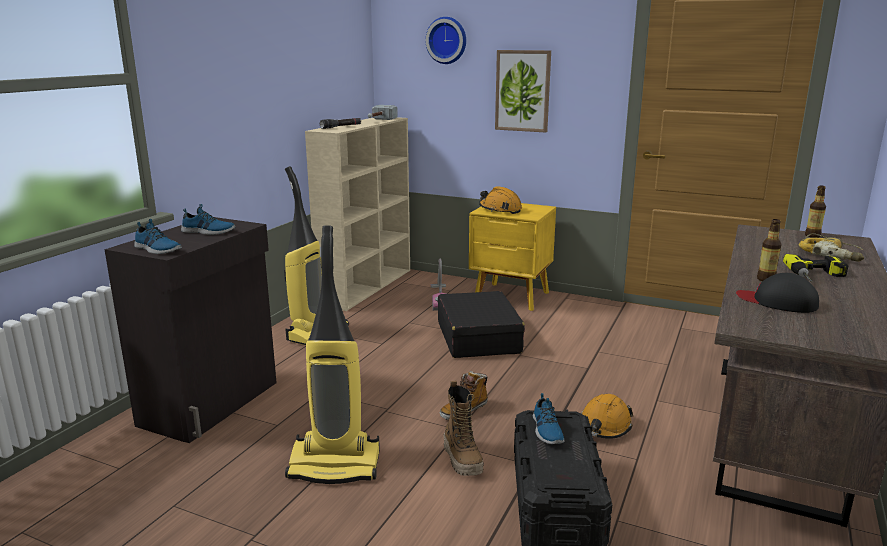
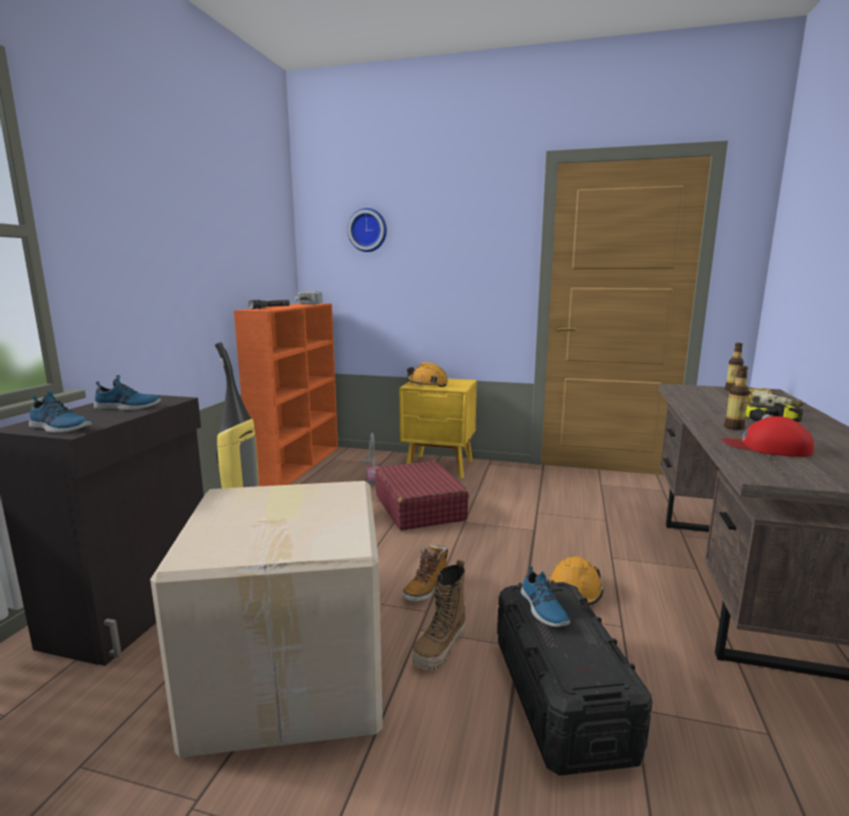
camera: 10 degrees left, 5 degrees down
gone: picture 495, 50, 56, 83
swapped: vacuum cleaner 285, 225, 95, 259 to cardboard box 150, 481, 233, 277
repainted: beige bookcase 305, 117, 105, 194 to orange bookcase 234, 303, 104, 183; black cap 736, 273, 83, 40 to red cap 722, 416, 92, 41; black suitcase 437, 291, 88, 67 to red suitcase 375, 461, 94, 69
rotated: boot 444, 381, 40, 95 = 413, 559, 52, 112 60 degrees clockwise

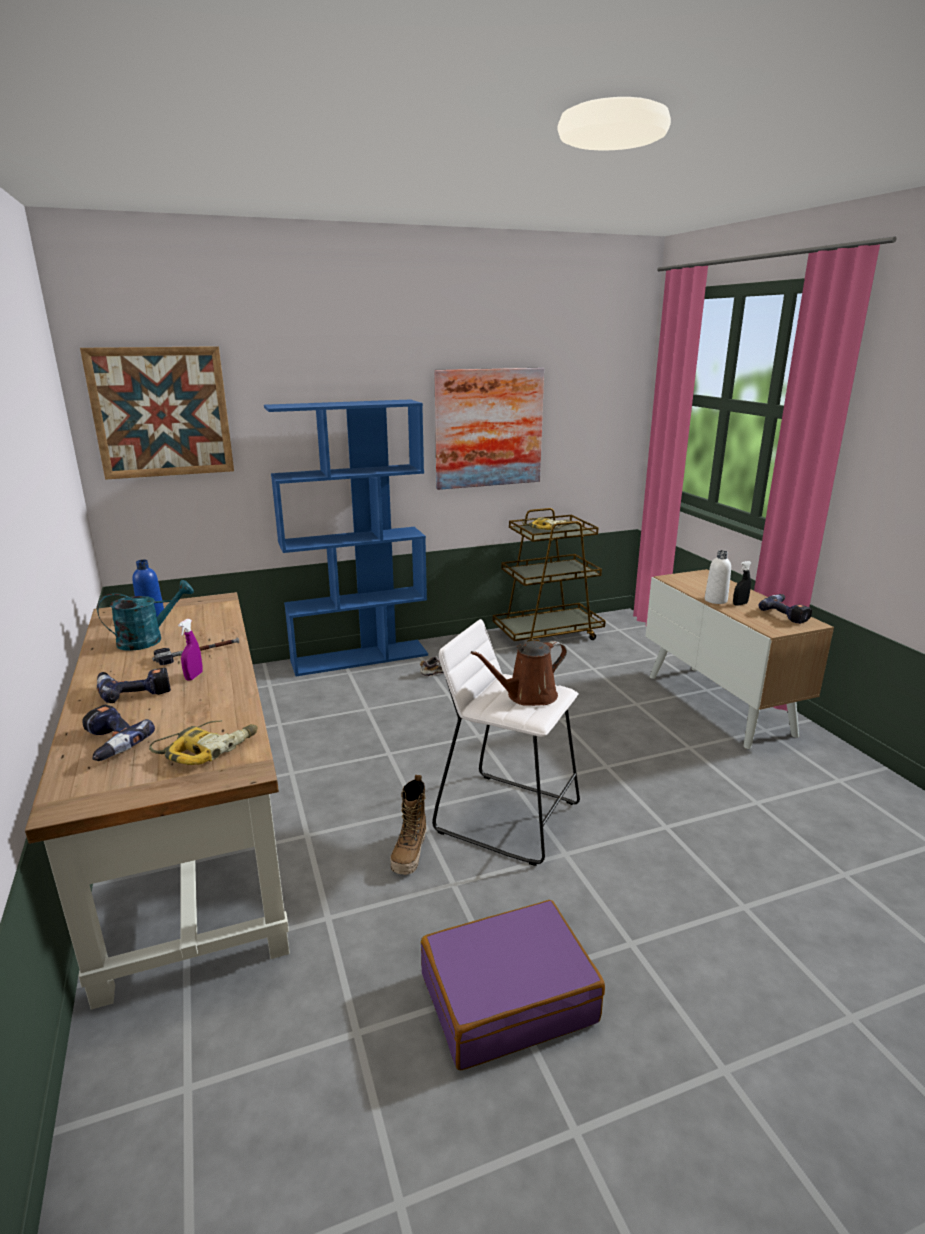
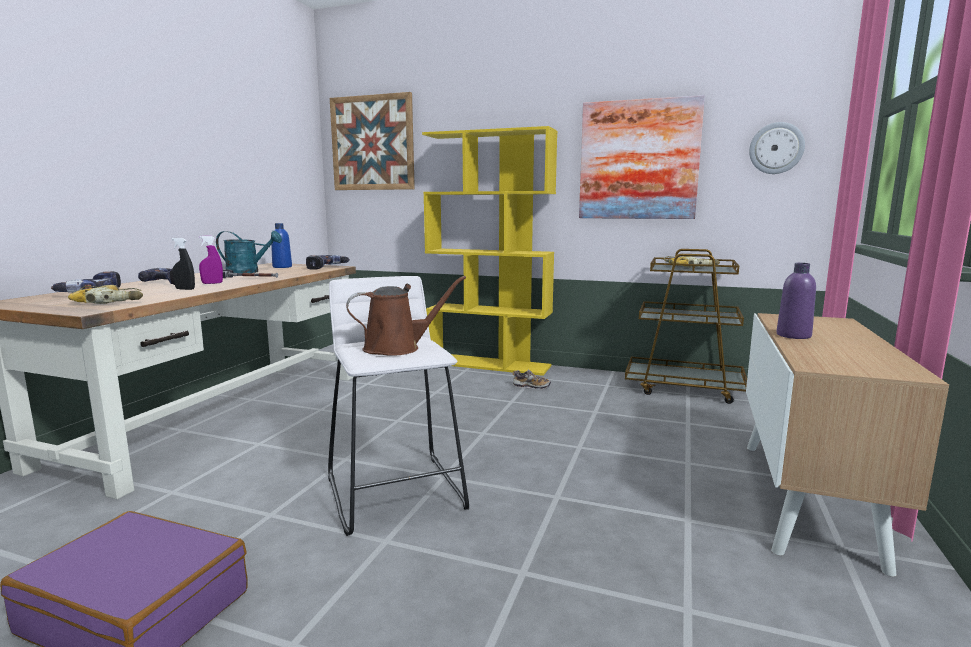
camera: 40 degrees right, 10 degrees down
gone: boot 390, 775, 36, 100
new: wall clock 749, 122, 56, 52
shifted: black spray bottle 733, 561, 19, 45 to 171, 238, 24, 52; power drill 759, 594, 53, 30 to 306, 255, 44, 15
repainted: blue bookcase 264, 399, 164, 277 to yellow bookcase 422, 126, 135, 250; white bottle 705, 550, 26, 54 to purple bottle 776, 263, 40, 76
rotated: brown watering can 471, 641, 96, 65 = 346, 276, 120, 80 150 degrees clockwise

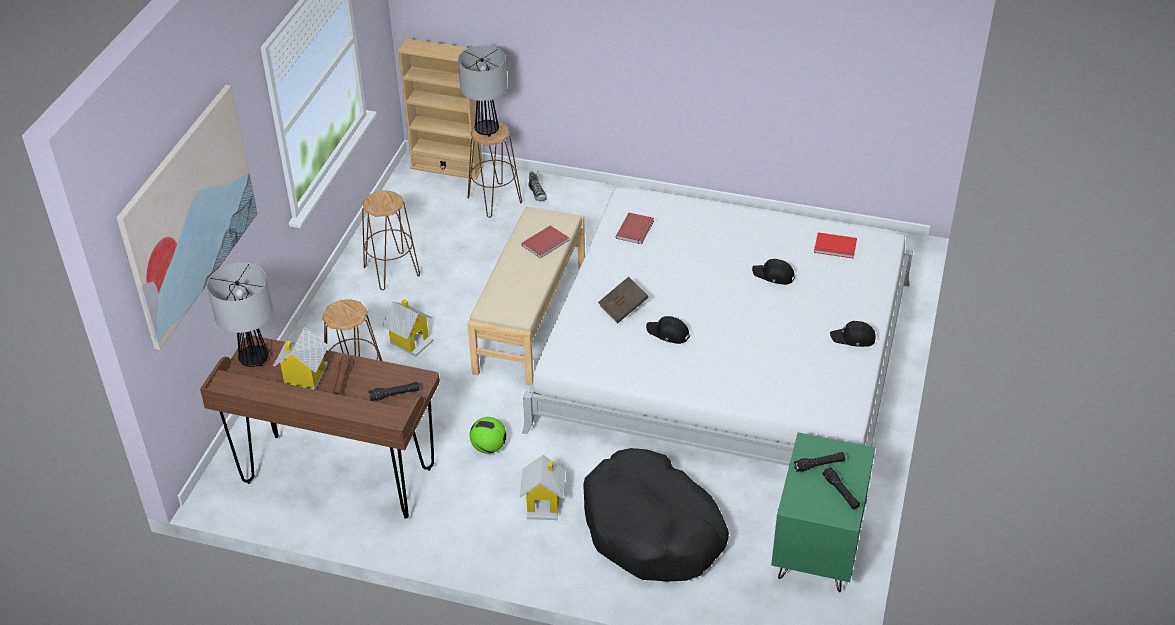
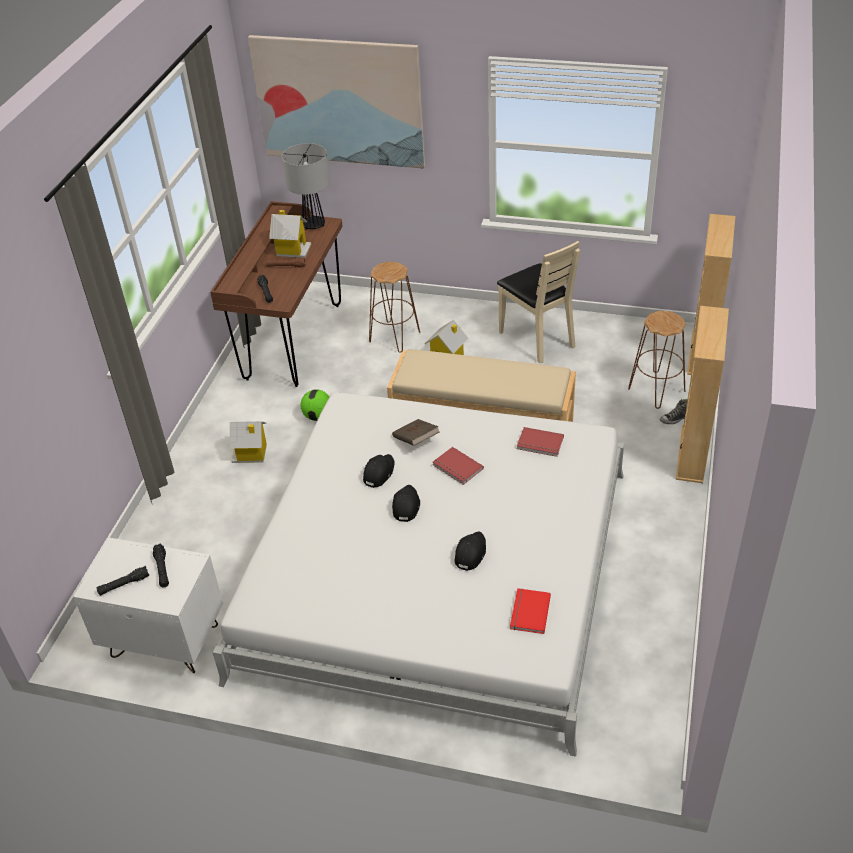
camera: 90 degrees right, 0 degrees up
gone: table lamp 458, 45, 50, 92; black dog bed 583, 448, 146, 134
new: beige bookcase 676, 306, 53, 177
shifted: red book 522, 225, 47, 33 to 433, 447, 51, 38; black cap 830, 321, 46, 26 to 392, 485, 28, 37
swapped: brown stool 362, 190, 58, 100 to beige chair 497, 241, 83, 122
repainted: green nightstand 771, 432, 104, 160 to white nightstand 73, 538, 150, 135

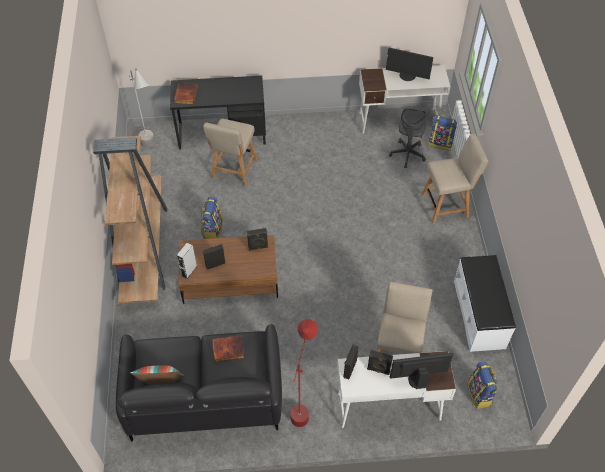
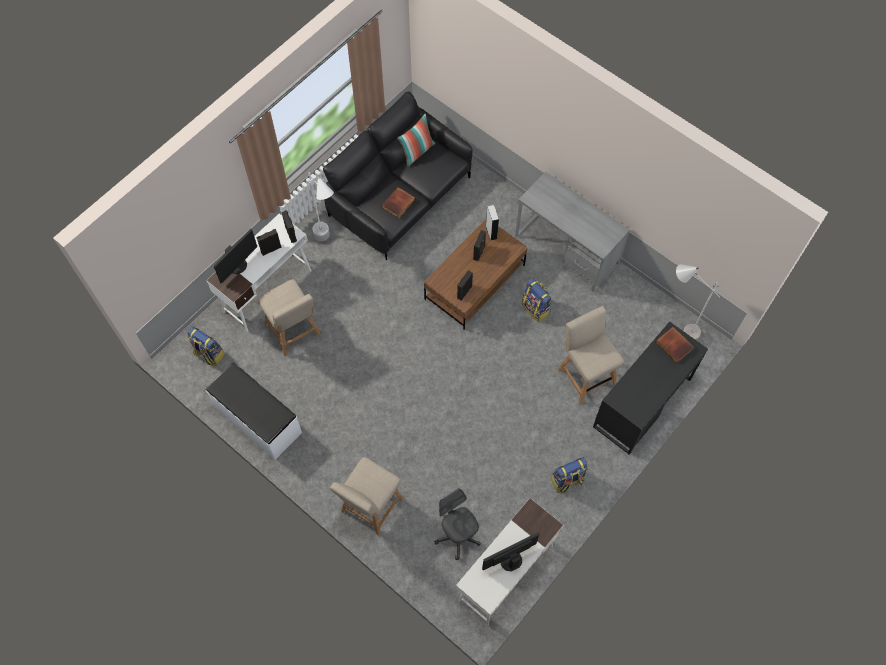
camera: 135 degrees right, 10 degrees up
shifted: backpack 428, 115, 29, 36 to 551, 457, 37, 36
swapped: brown bookcase 93, 136, 74, 168 to grey desk 515, 172, 115, 120
repainted: red floor lamp 290, 319, 28, 108 to white floor lamp 307, 172, 27, 69

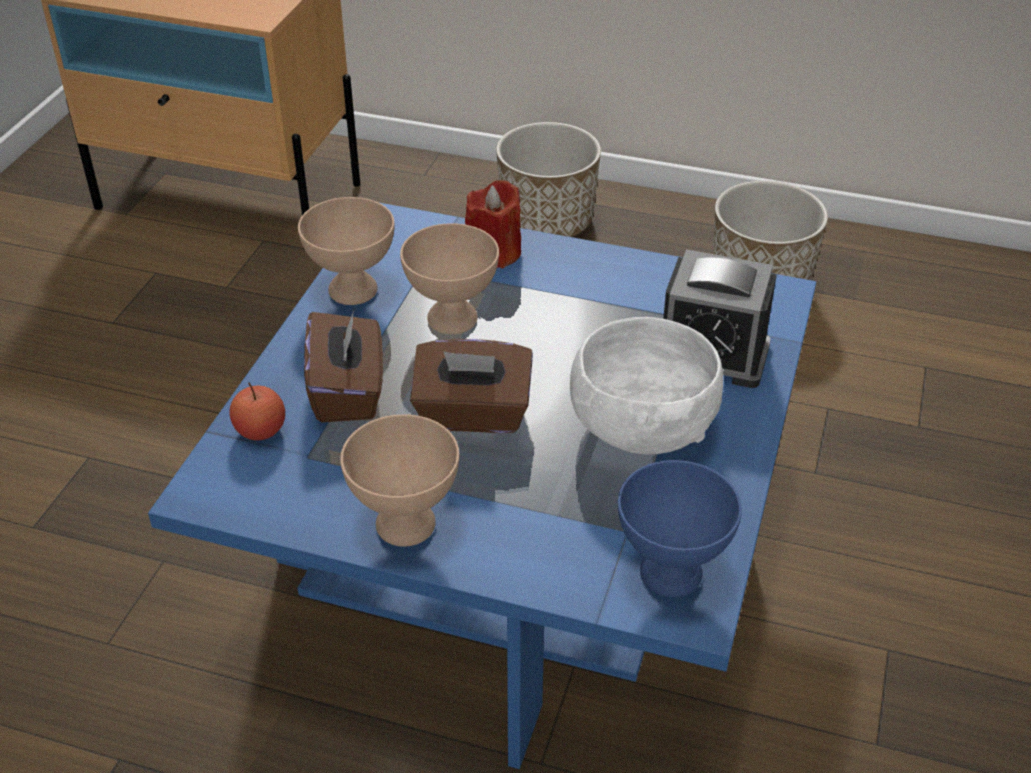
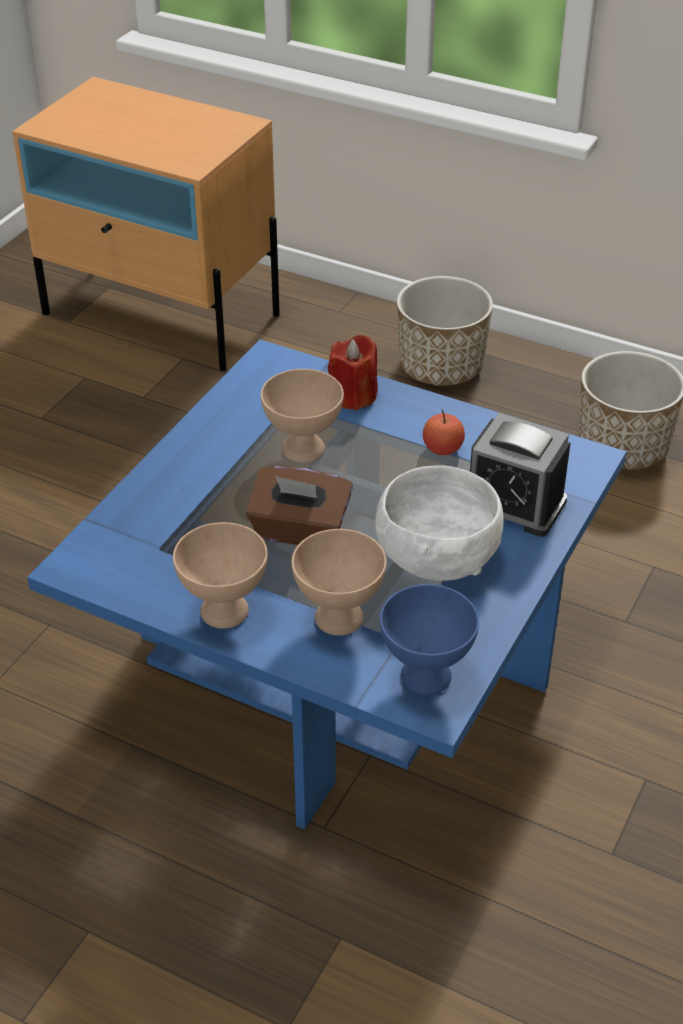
camera: 10 degrees right, 0 degrees up
gone: brown tissue box 304, 308, 79, 114
shifted: beige bowl 298, 197, 97, 108 to 292, 529, 95, 107; apple 229, 382, 56, 59 to 423, 409, 42, 46

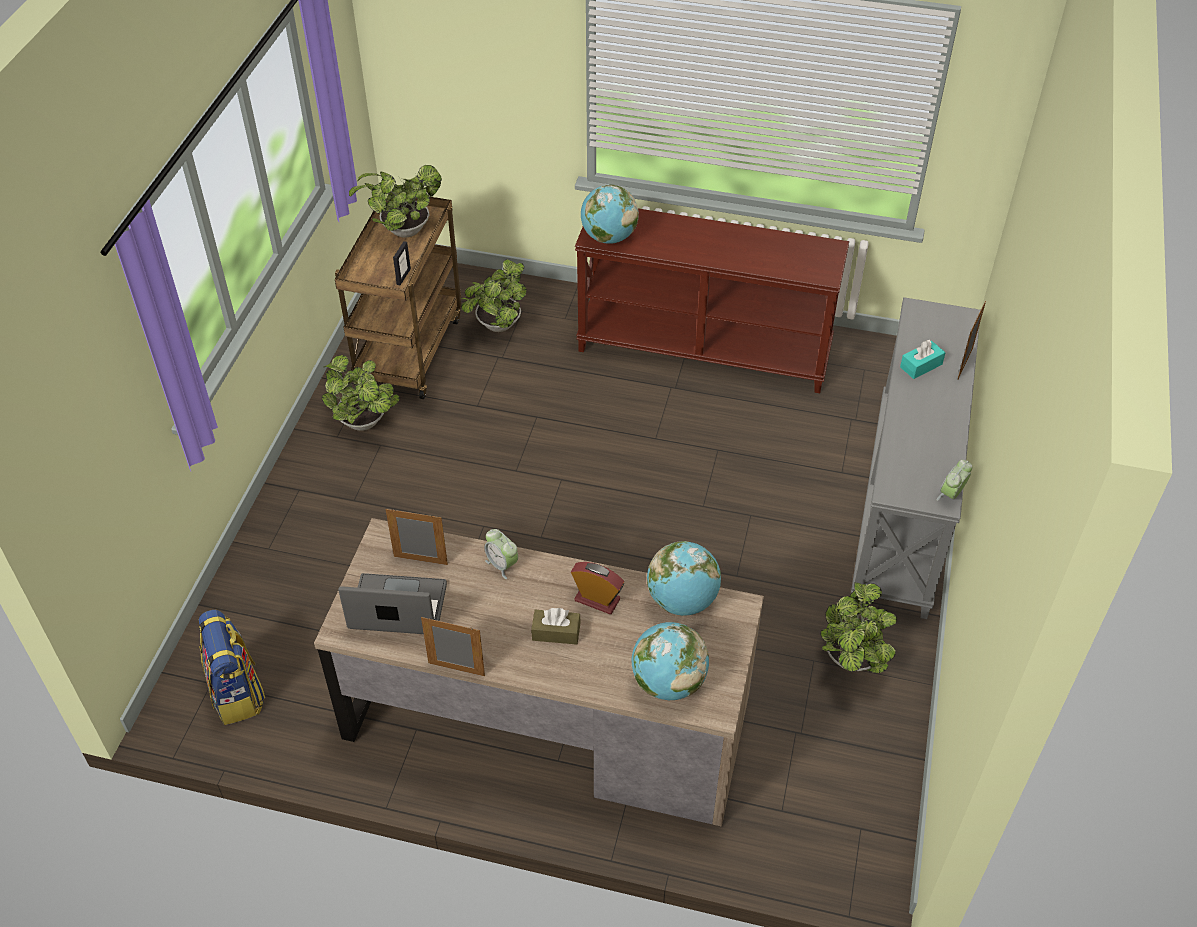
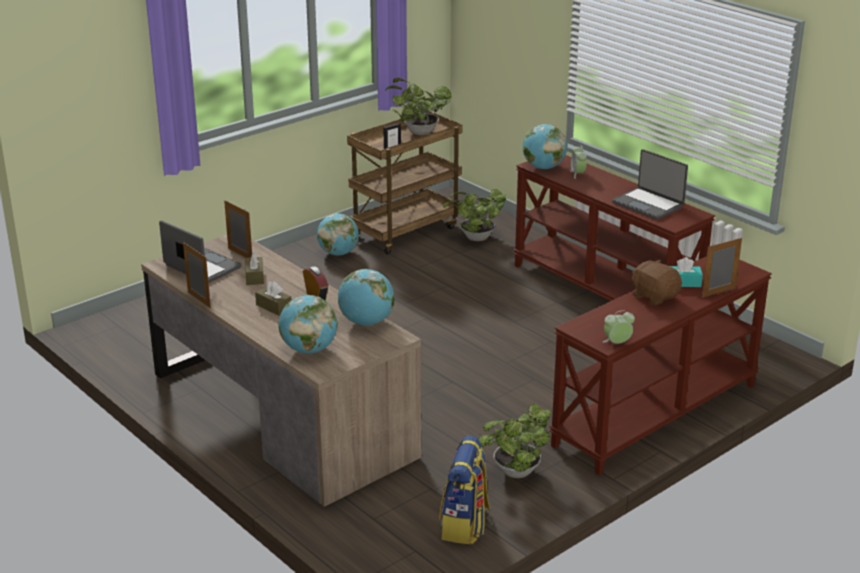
camera: 35 degrees right, 20 degrees down
new: laptop 612, 149, 76, 71; brown tissue box 245, 252, 19, 33; brown plush toy 632, 260, 50, 46
shifted: alarm clock 485, 529, 33, 50 to 570, 145, 17, 34; backpack 199, 609, 66, 116 to 439, 436, 51, 108
swapped: potted plant 322, 355, 78, 76 to globe 317, 213, 42, 43
repainted: grey console table 851, 297, 130, 322 to brown console table 549, 256, 223, 220

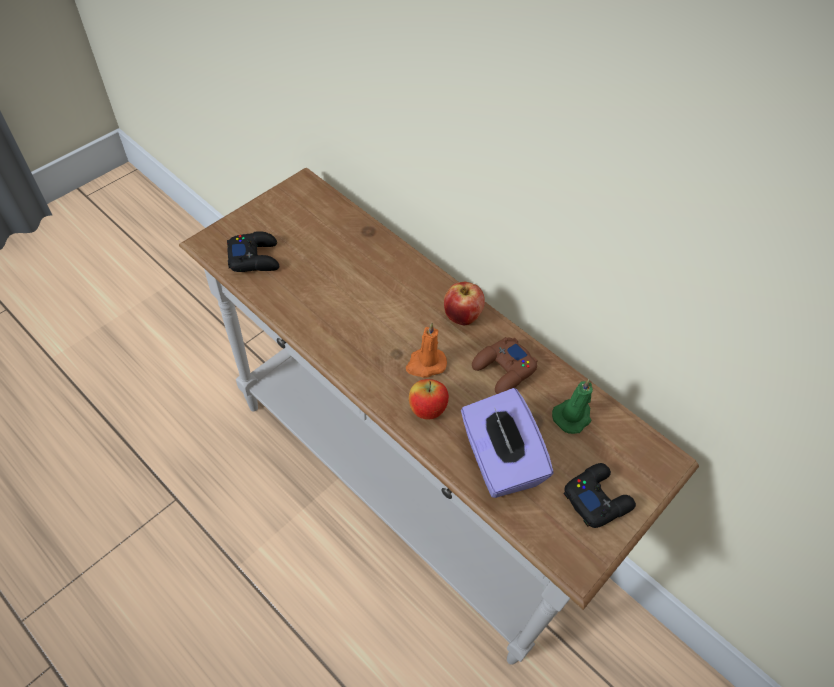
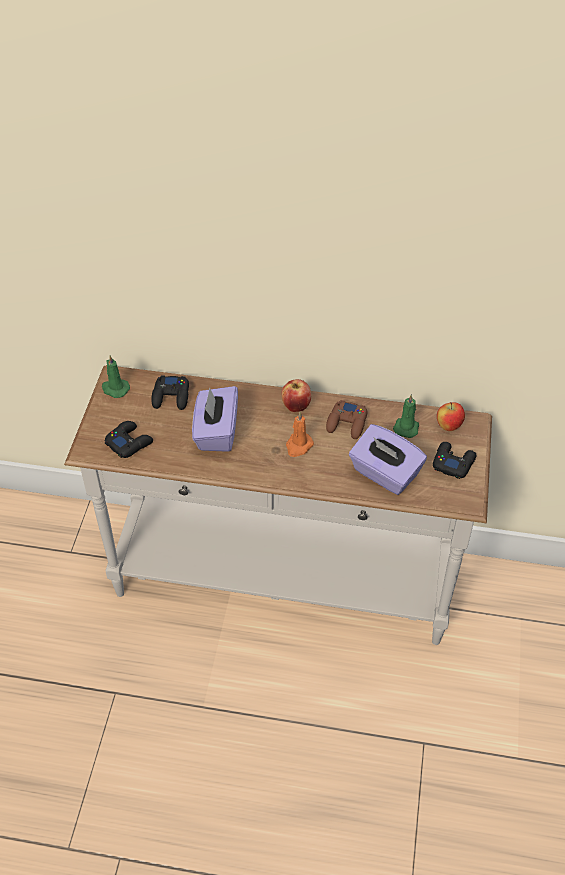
camera: 30 degrees left, 5 degrees down
new: green candle 102, 356, 28, 42; black game controller 151, 375, 38, 35; purple tissue box 192, 386, 46, 66
shifted: apple 409, 379, 40, 41 to 437, 402, 28, 29

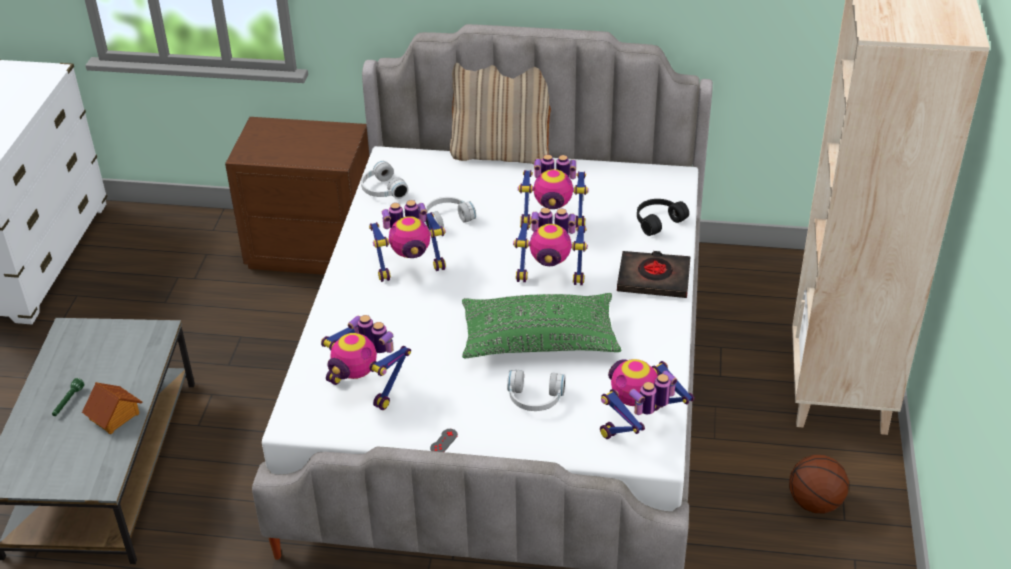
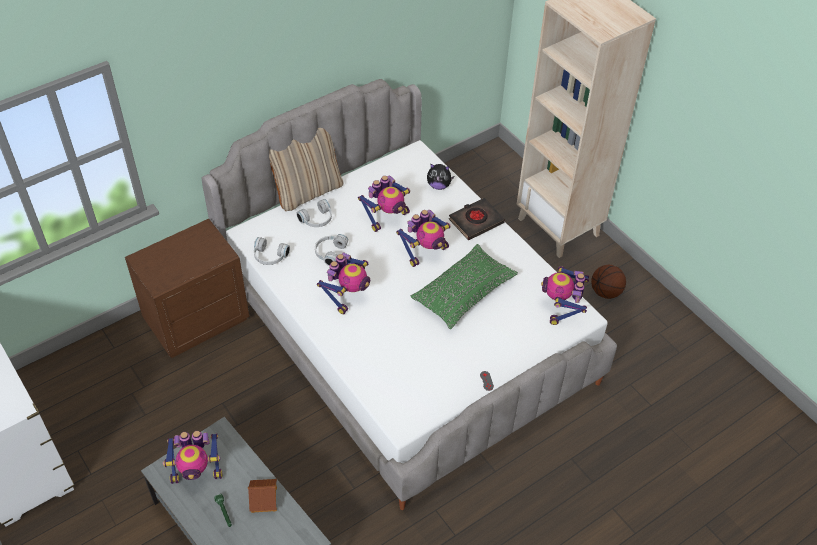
camera: 45 degrees left, 10 degrees up
shifted: toy robot 321, 315, 90, 95 to 163, 431, 59, 53; white headphones 507, 370, 58, 41 to 296, 199, 36, 28
swapped: black headphones 637, 199, 52, 37 to plush toy 427, 164, 27, 26

